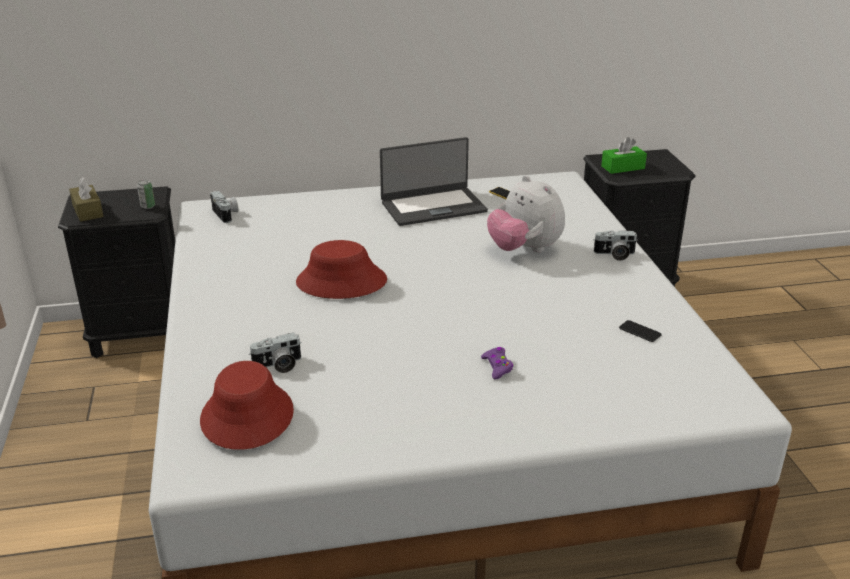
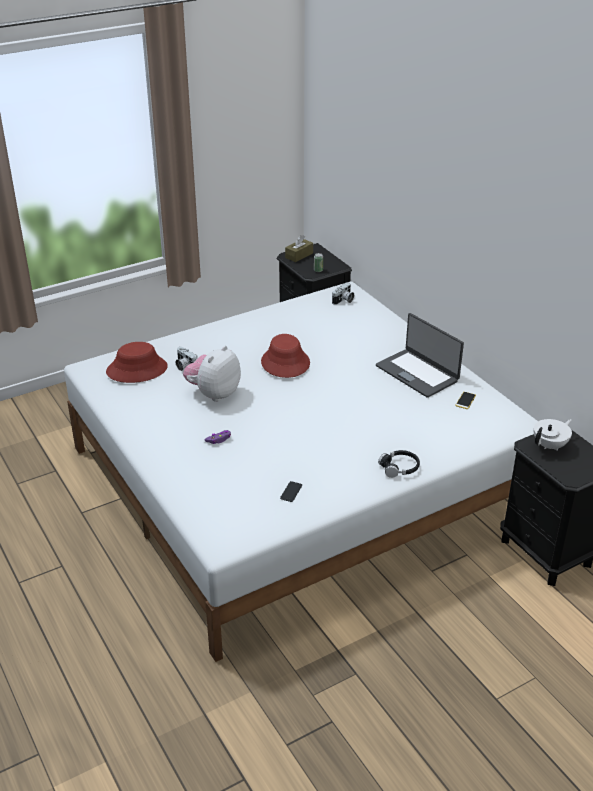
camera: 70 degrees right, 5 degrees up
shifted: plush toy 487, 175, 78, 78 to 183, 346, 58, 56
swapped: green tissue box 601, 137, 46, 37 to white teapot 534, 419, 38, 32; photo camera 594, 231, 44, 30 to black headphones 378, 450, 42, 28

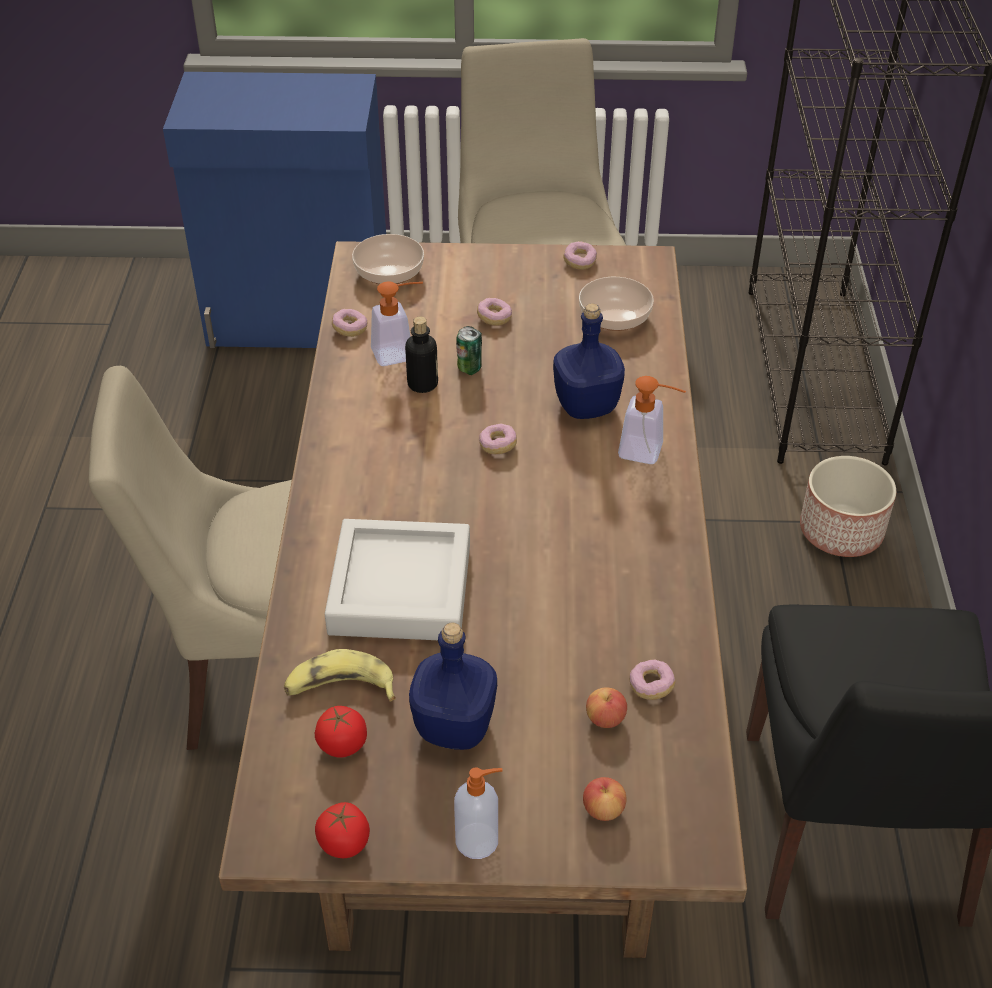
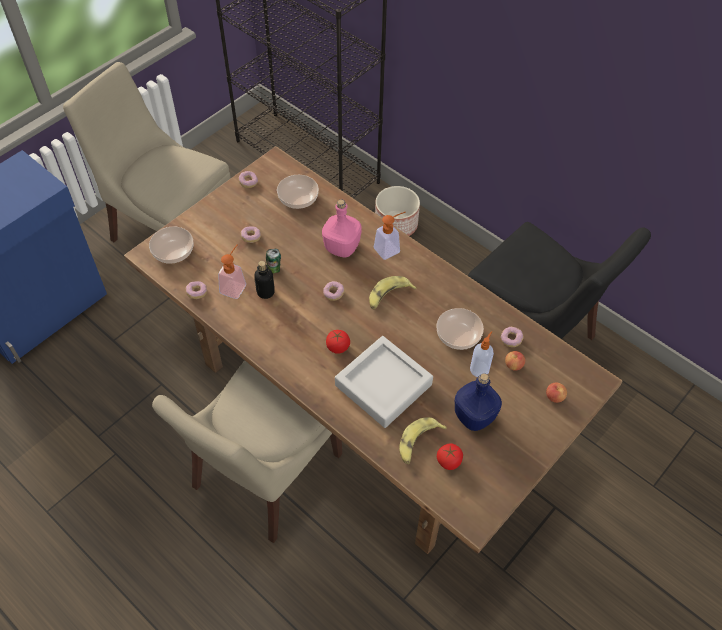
camera: 50 degrees left, 10 degrees up
new: banana 369, 276, 48, 34; bowl 437, 308, 47, 42
shifted: soap dispenser 454, 767, 49, 92 to 470, 331, 24, 46; tomato 315, 802, 55, 56 to 326, 330, 24, 24
repainted: blue bottle 553, 303, 72, 116 to pink bottle 322, 200, 40, 58

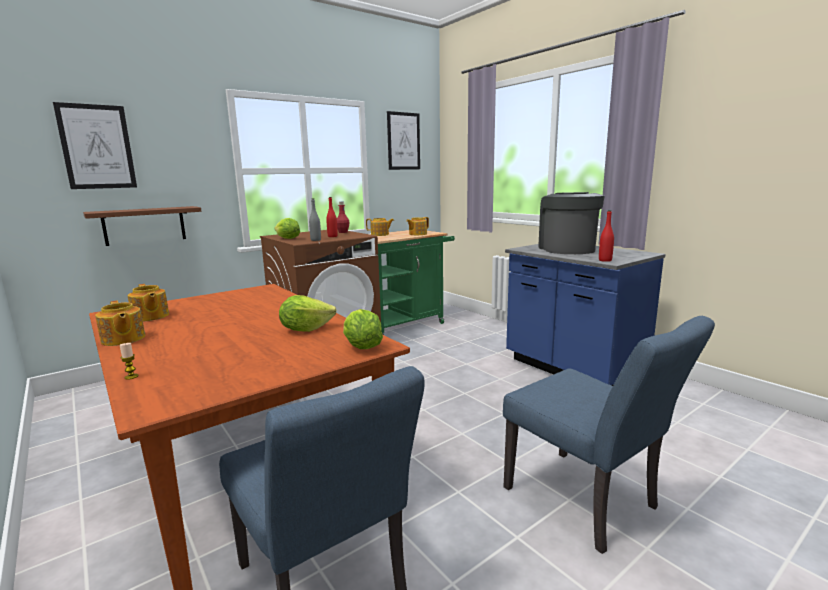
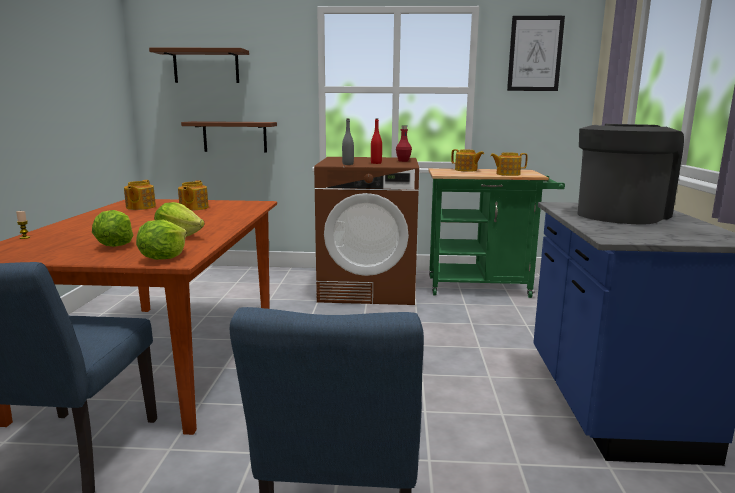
camera: 40 degrees right, 0 degrees up
gone: red bottle 599, 210, 15, 52
shifted: lettuce 274, 218, 26, 21 to 92, 210, 41, 37; teapot 95, 301, 50, 45 to 178, 180, 31, 31
swapped: picture 53, 102, 84, 87 to brown shelf 149, 48, 100, 35

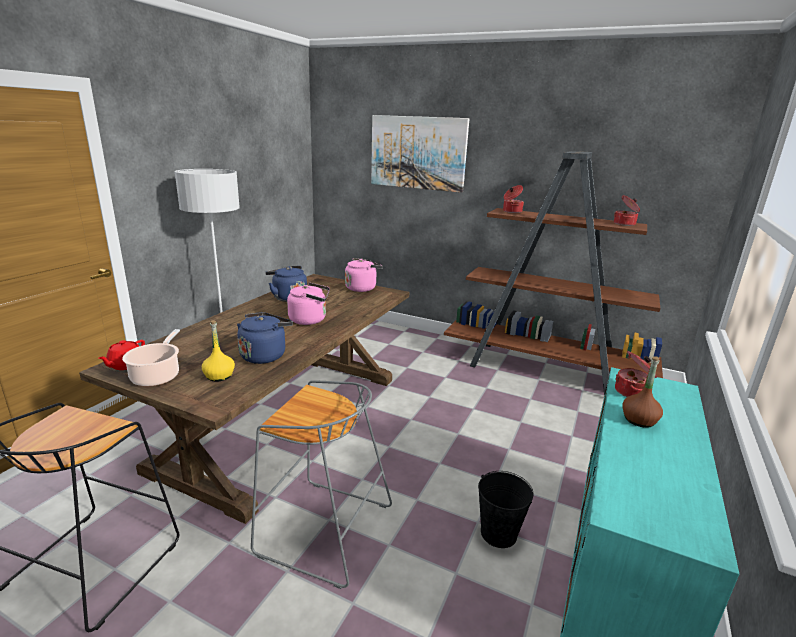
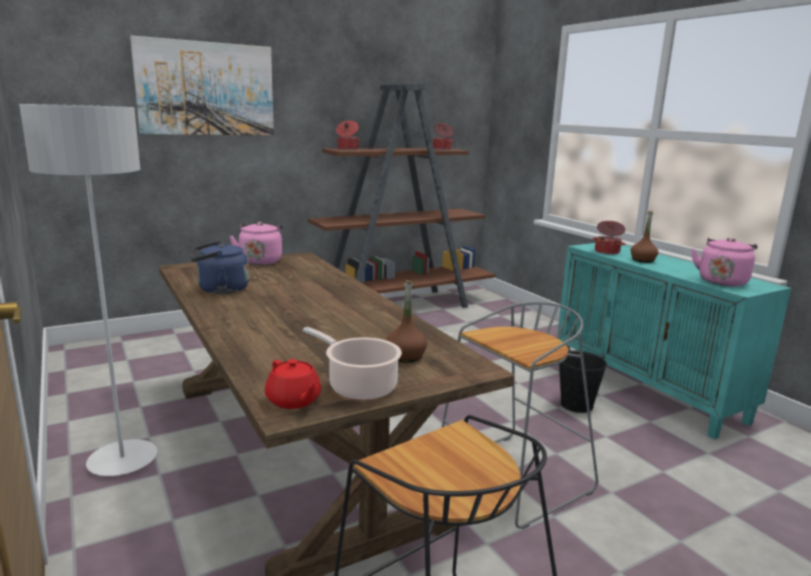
camera: 55 degrees left, 5 degrees down
gone: blue kettle 237, 312, 56, 52
shifted: pink kettle 287, 283, 43, 42 to 692, 238, 66, 48
repainted: yellow bottle 202, 320, 33, 62 to brown bottle 386, 280, 41, 83

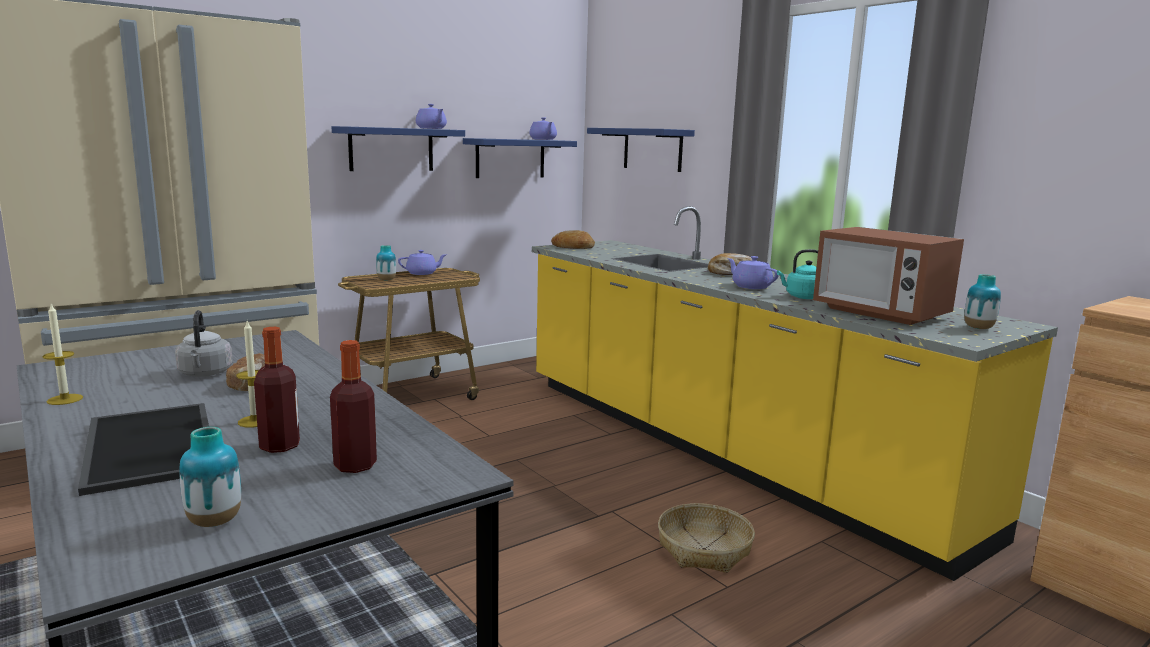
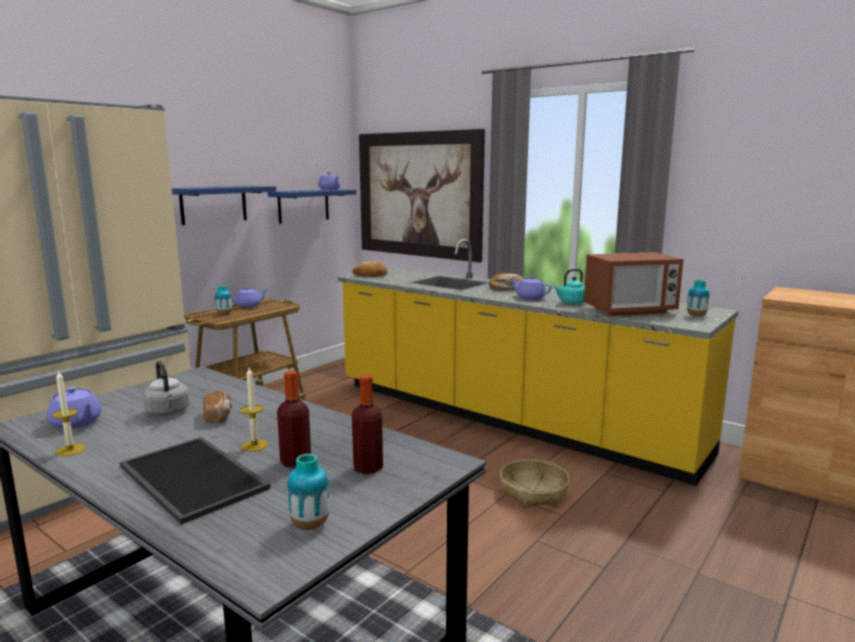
camera: 15 degrees left, 0 degrees up
shifted: purple teapot 416, 104, 31, 25 to 47, 387, 55, 42
swapped: blue shelf 587, 128, 108, 44 to picture 359, 129, 126, 133
rotated: microwave 813, 227, 151, 98 = 584, 252, 100, 64 45 degrees counterclockwise

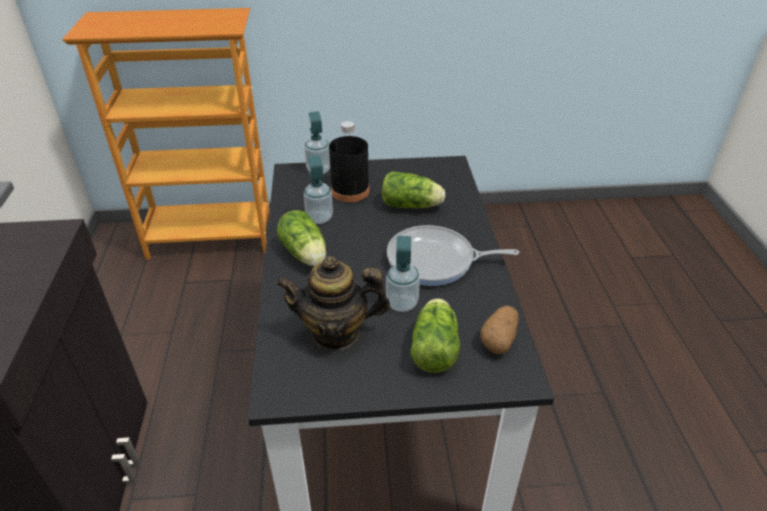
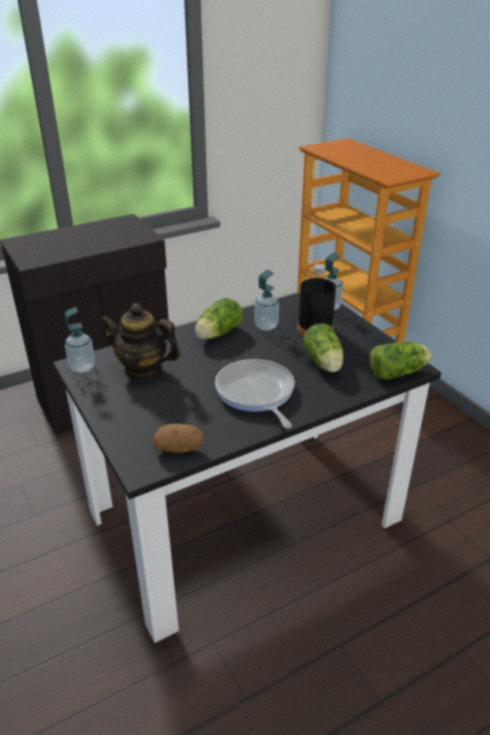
camera: 65 degrees right, 5 degrees down
shifted: soap dispenser 386, 236, 34, 76 to 65, 307, 30, 66; lettuce 411, 298, 49, 75 to 370, 342, 62, 38
rotated: teapot 276, 256, 114, 94 = 100, 303, 81, 78 45 degrees counterclockwise

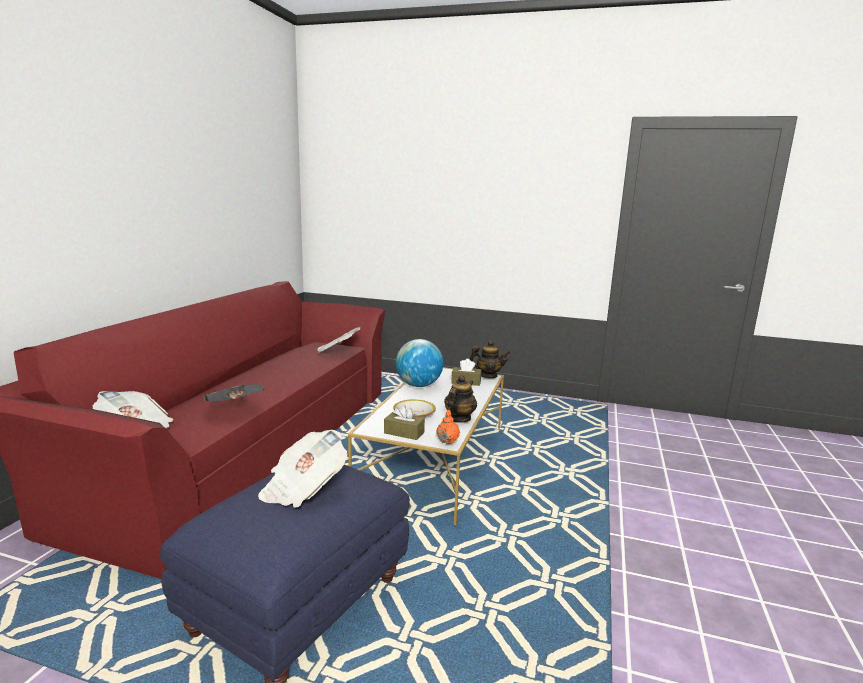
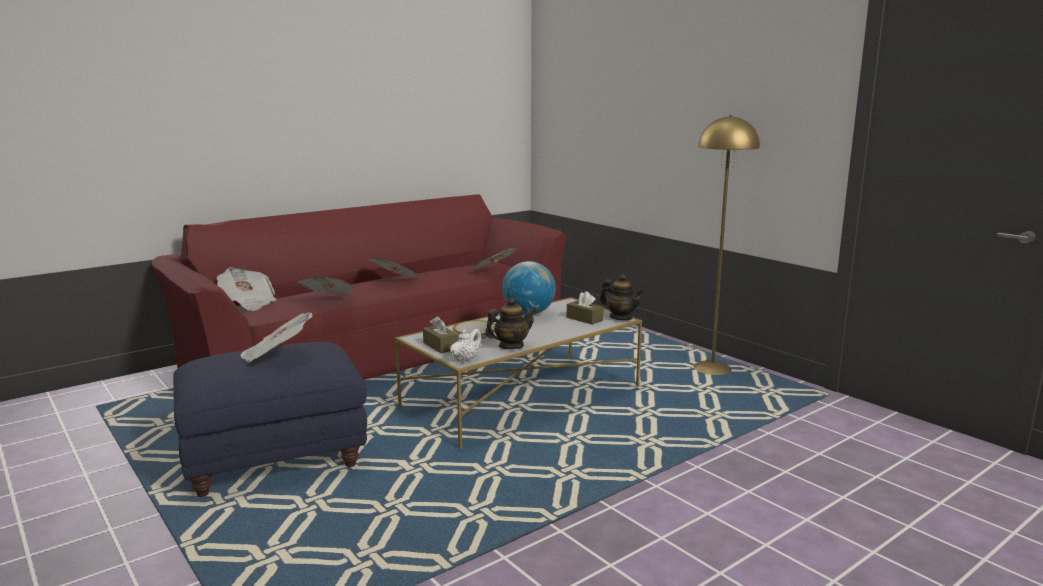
camera: 35 degrees right, 0 degrees up
new: yellow floor lamp 693, 115, 67, 260; newspaper 368, 258, 51, 19
repainted: orange teapot 436, 410, 24, 34 to white teapot 450, 329, 32, 33

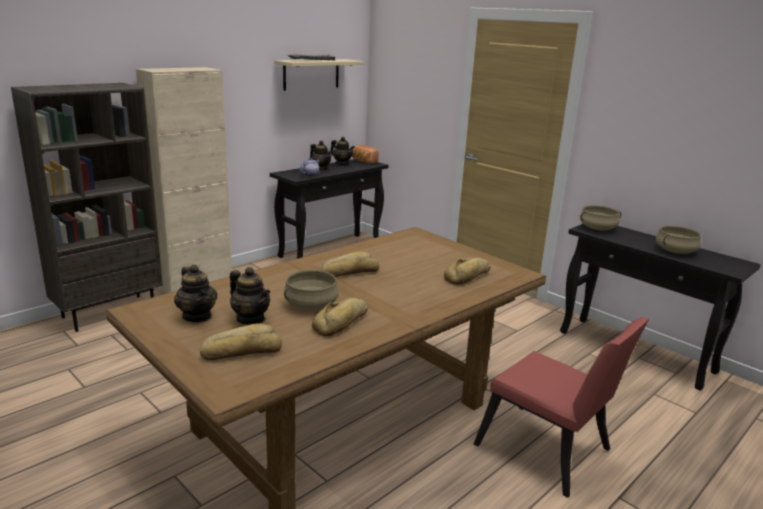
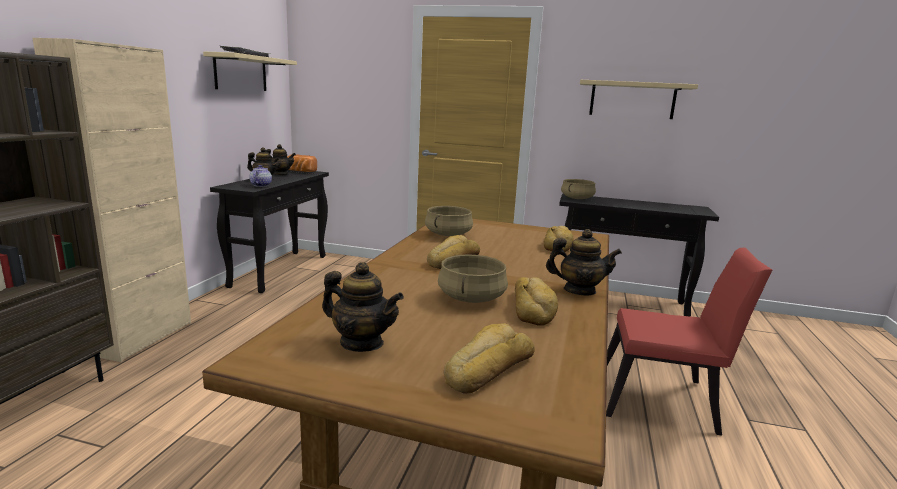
camera: 30 degrees left, 5 degrees down
new: beige shelf 580, 80, 118, 39
shifted: beige cooking pot 656, 225, 45, 29 to 425, 206, 48, 30; teapot 230, 267, 40, 58 to 546, 229, 76, 66

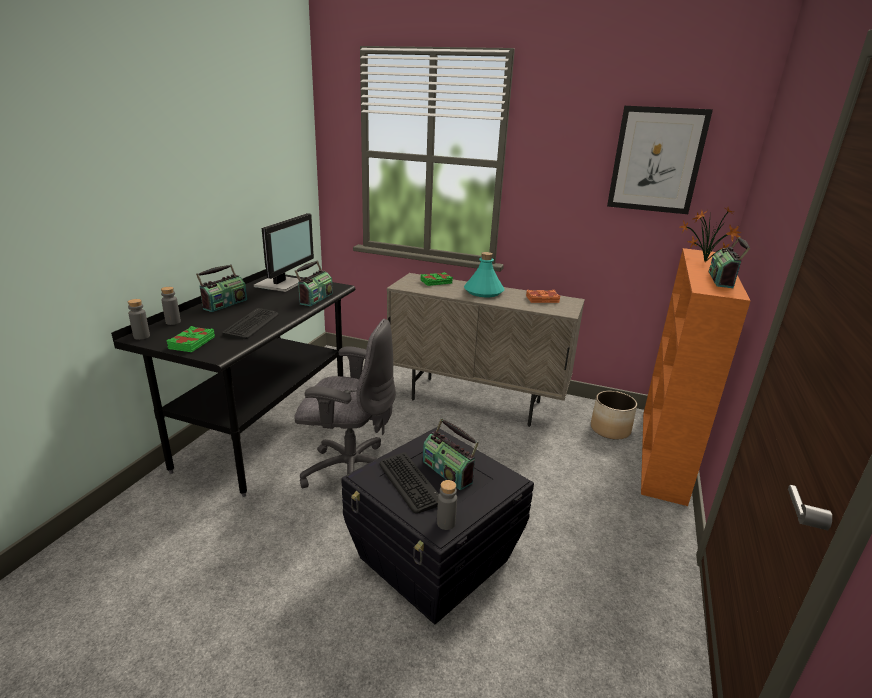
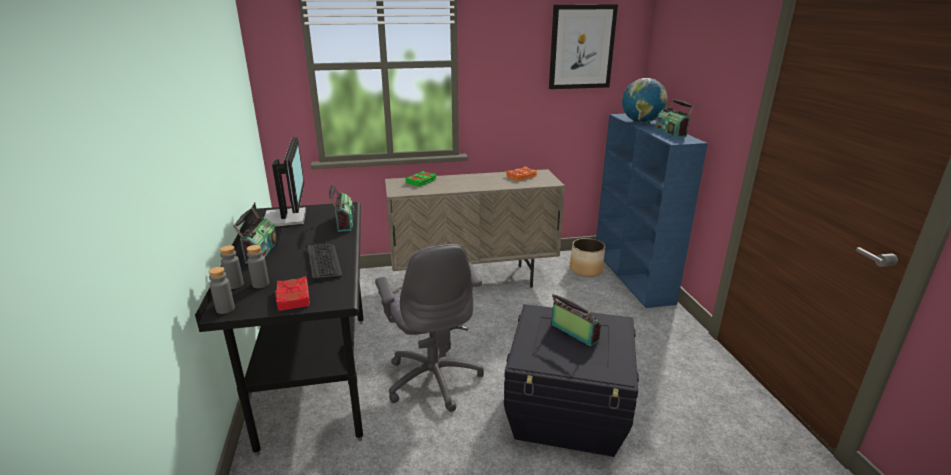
camera: 30 degrees left, 0 degrees up
gone: turquoise bottle 464, 252, 40, 45; keyboard 380, 452, 59, 62
shifted: grey bottle 437, 480, 20, 50 to 247, 245, 22, 43
swapped: potted plant 680, 207, 61, 55 to globe 622, 78, 45, 45
repainted: orange bookcase 641, 248, 110, 258 to blue bookcase 596, 114, 112, 194; green book 166, 326, 49, 26 to red book 275, 277, 35, 34
rotated: grey office chair 294, 319, 102, 169 = 375, 244, 109, 168 90 degrees clockwise; radio 423, 418, 56, 72 = 552, 294, 49, 52 150 degrees counterclockwise

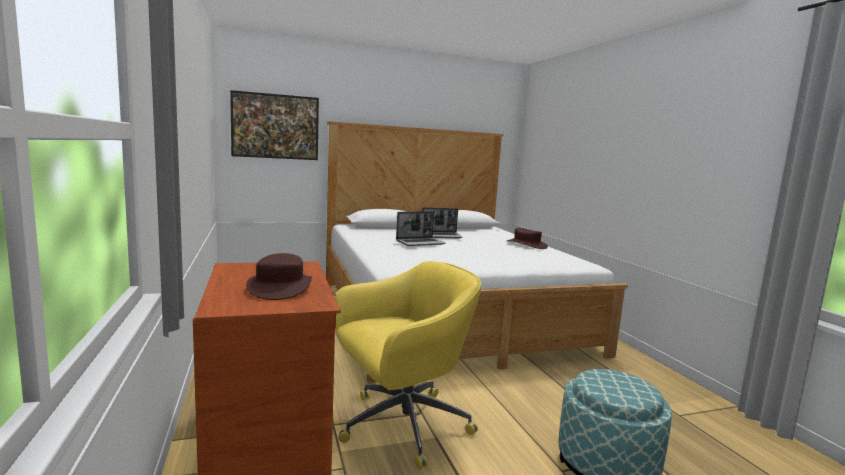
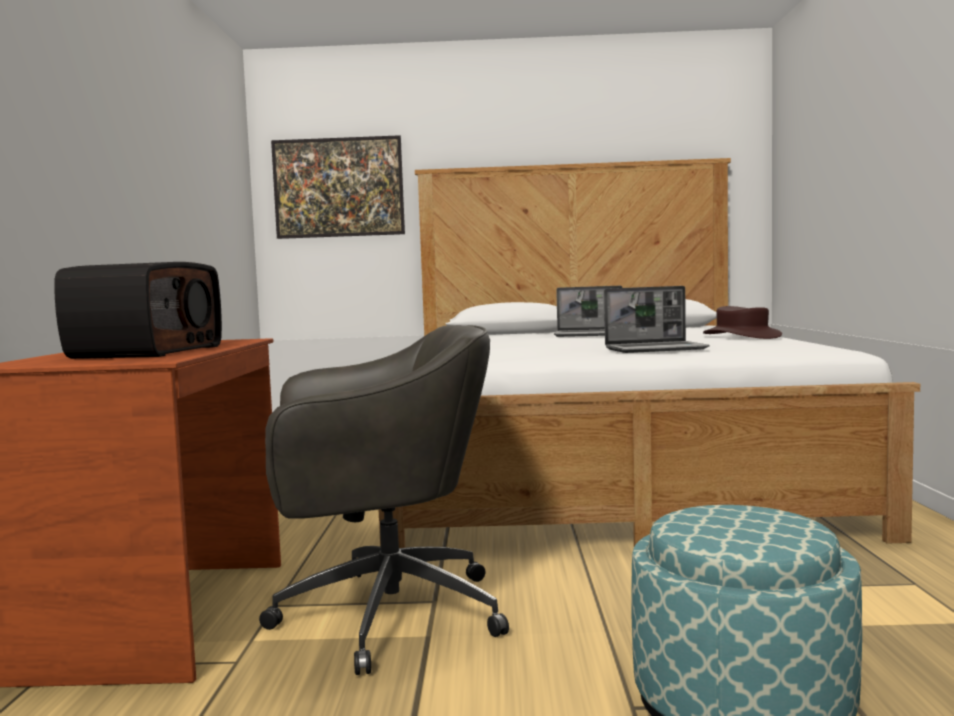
camera: 20 degrees right, 5 degrees down
shifted: laptop 396, 211, 50, 35 to 604, 286, 105, 67
swapped: brown hat 246, 253, 66, 47 to radio 54, 262, 168, 97
repainted: yellow office chair 335, 261, 146, 208 to grey office chair 259, 325, 250, 350

